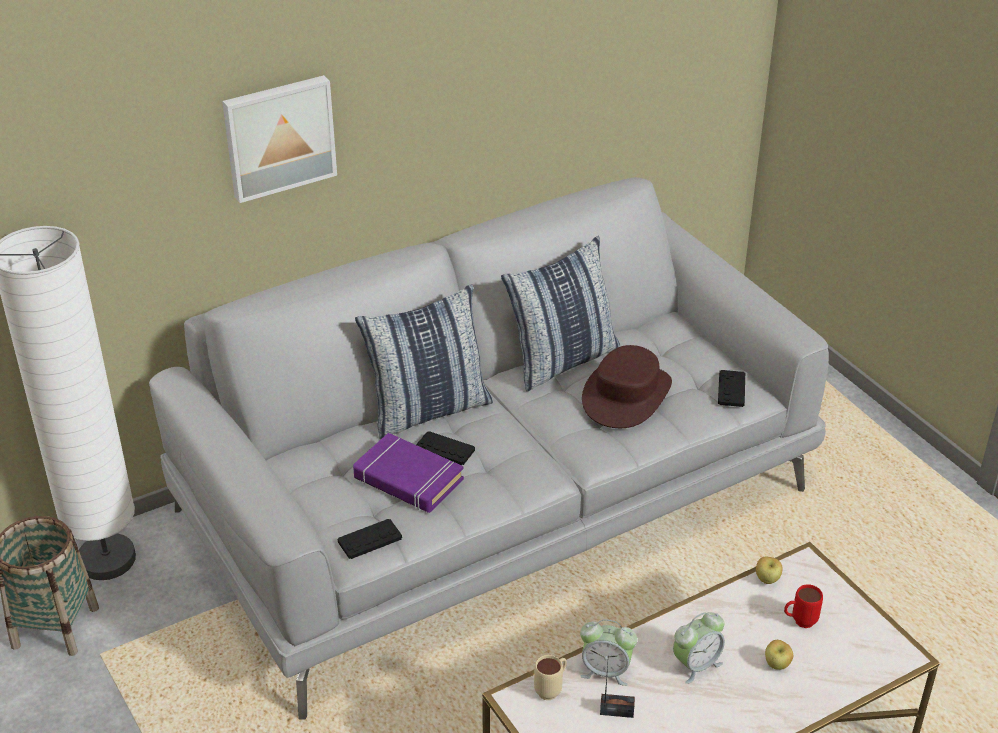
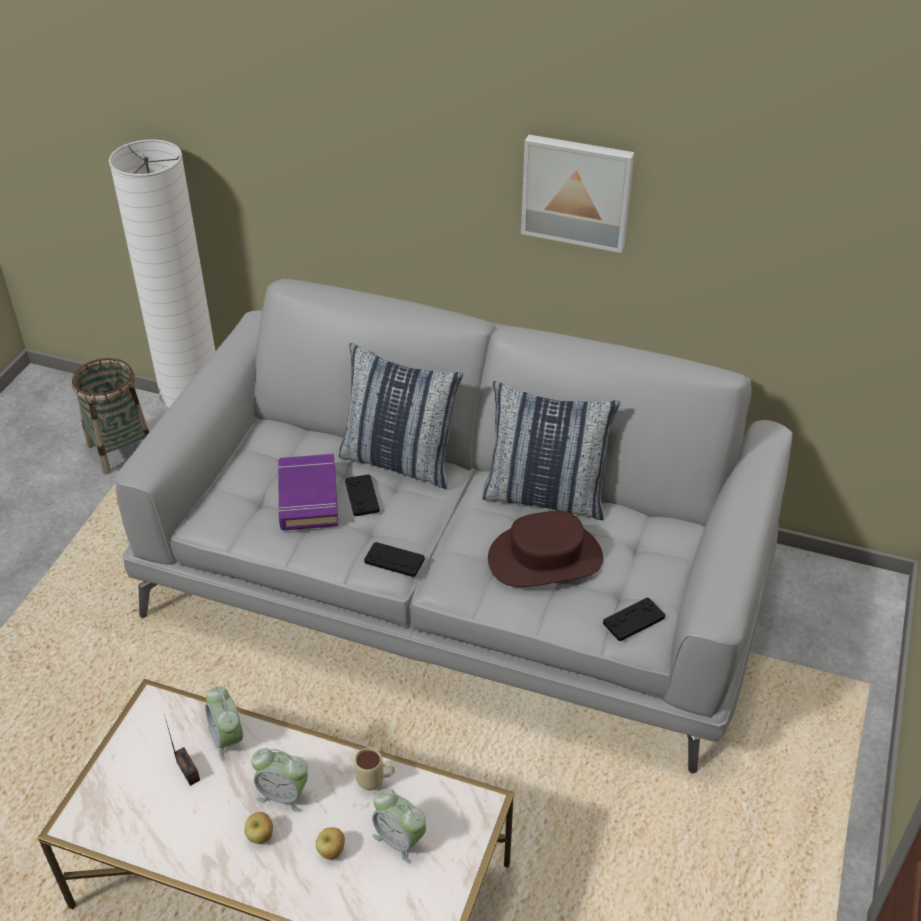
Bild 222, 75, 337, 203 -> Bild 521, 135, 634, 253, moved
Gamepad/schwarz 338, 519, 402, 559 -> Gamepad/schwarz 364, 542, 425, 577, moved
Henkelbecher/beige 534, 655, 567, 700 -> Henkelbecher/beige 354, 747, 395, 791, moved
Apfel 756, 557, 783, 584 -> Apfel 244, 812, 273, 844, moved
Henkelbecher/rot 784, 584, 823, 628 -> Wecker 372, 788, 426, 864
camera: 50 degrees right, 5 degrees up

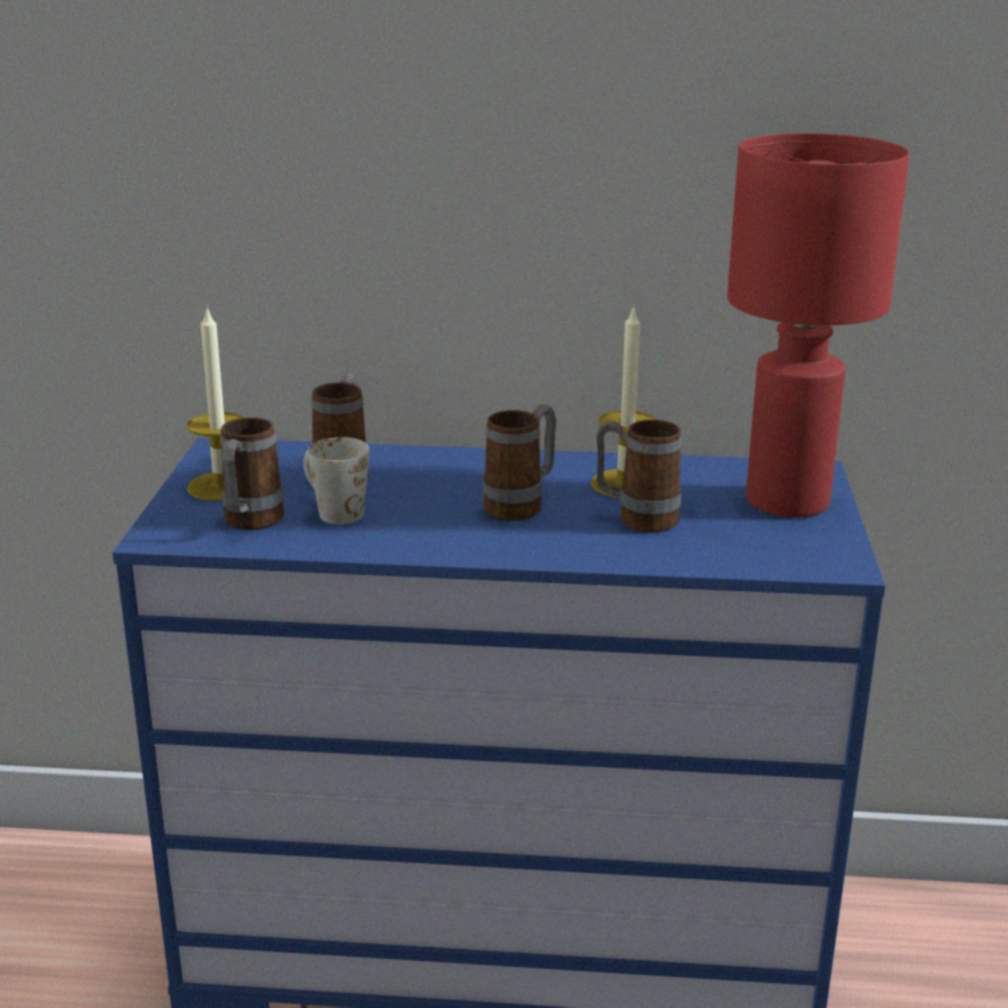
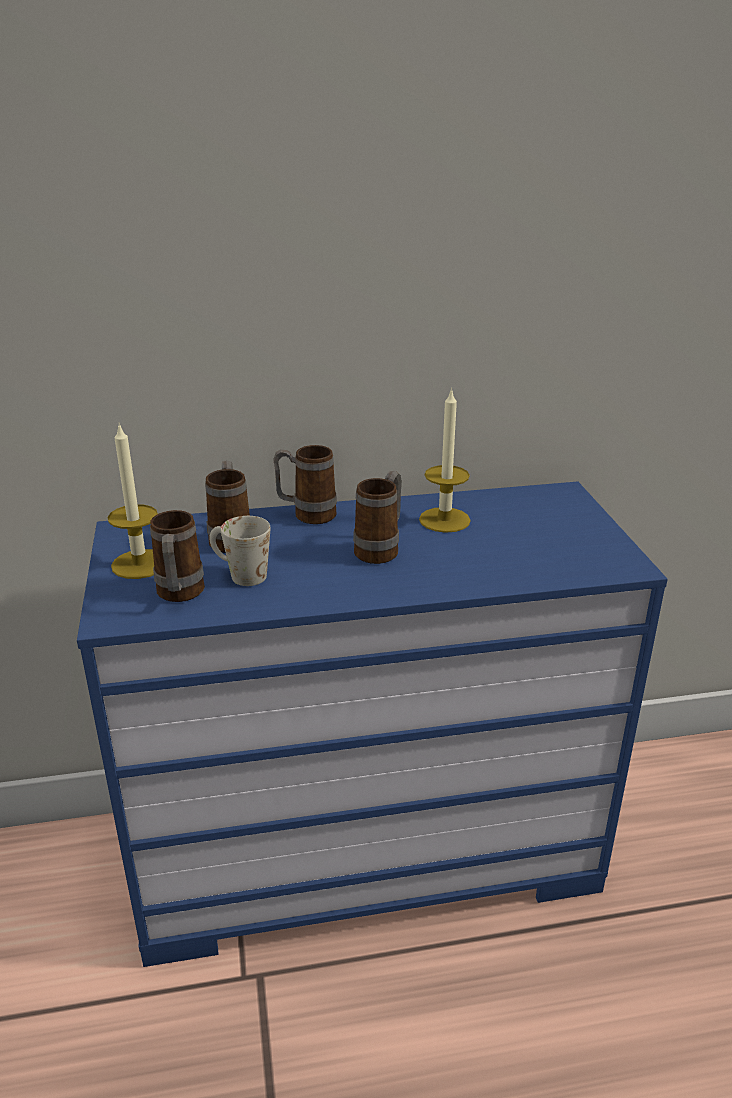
Tischlampe/rot 727, 133, 910, 518 -> none
Henkelbecher 597, 420, 682, 532 -> Henkelbecher 273, 445, 337, 524, moved
camera: 15 degrees left, 5 degrees up

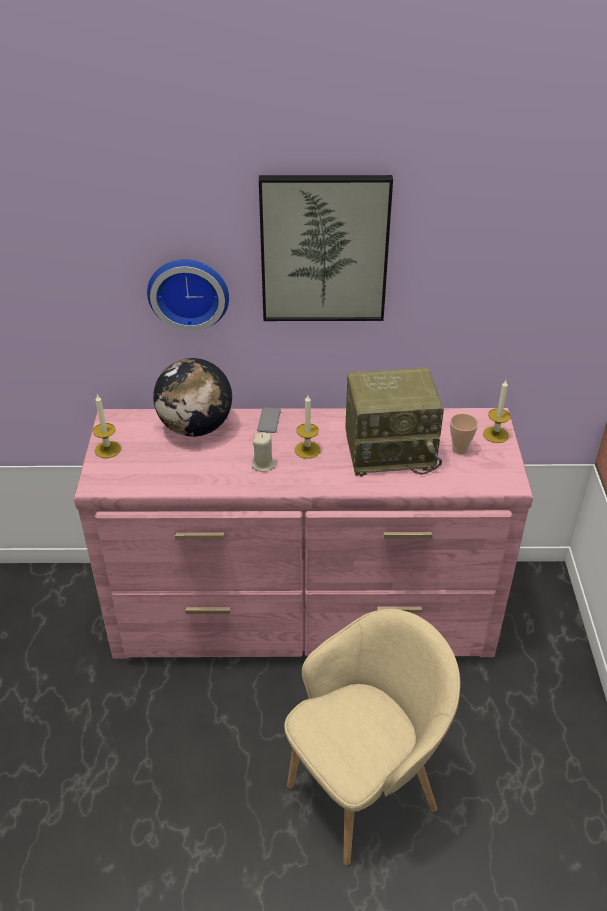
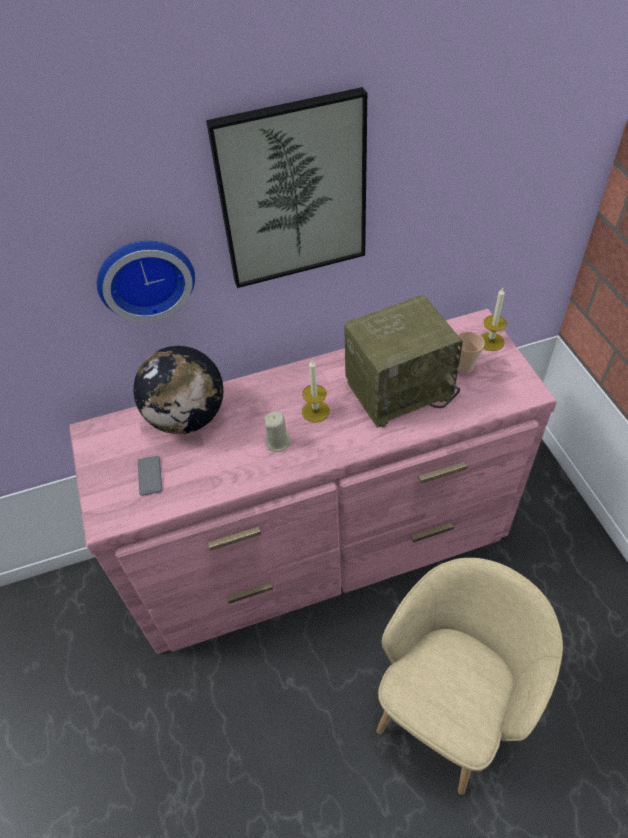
Kerze 93, 395, 121, 458 -> none
Handy 257, 407, 281, 433 -> Handy 138, 455, 162, 496, moved
camera: 15 degrees left, 10 degrees up

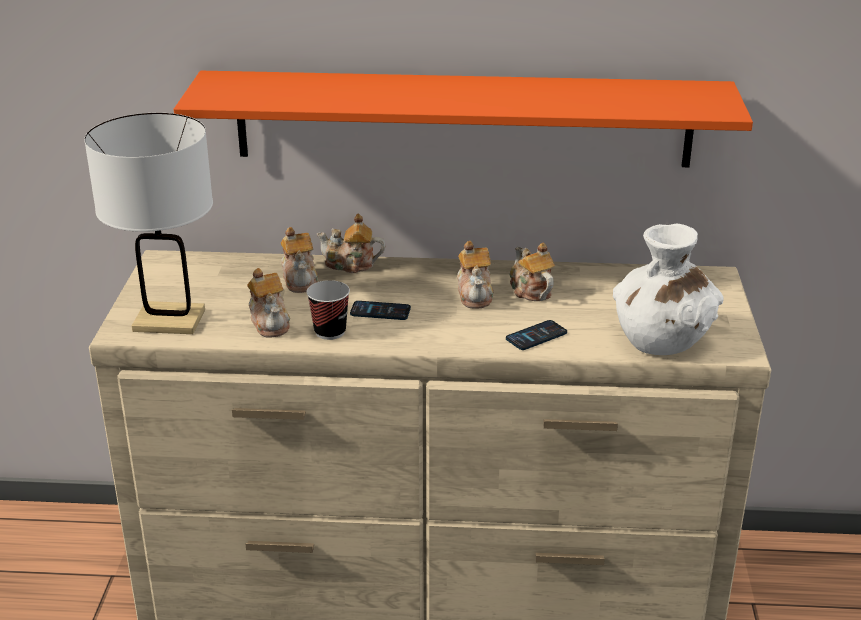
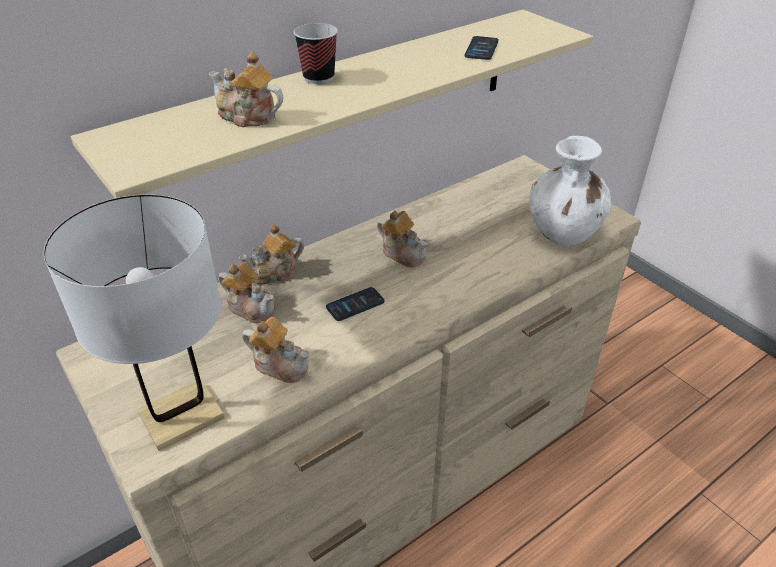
Tasse 306, 280, 350, 340 -> Tasse 294, 23, 338, 84, moved
Handy 506, 320, 567, 350 -> Handy 465, 36, 499, 60, moved
Teekanne 510, 242, 555, 301 -> Teekanne 209, 51, 283, 127, moved
Wandregal/orange 174, 71, 753, 167 -> Wandregal/beige 71, 9, 593, 198
camera: 40 degrees left, 10 degrees up

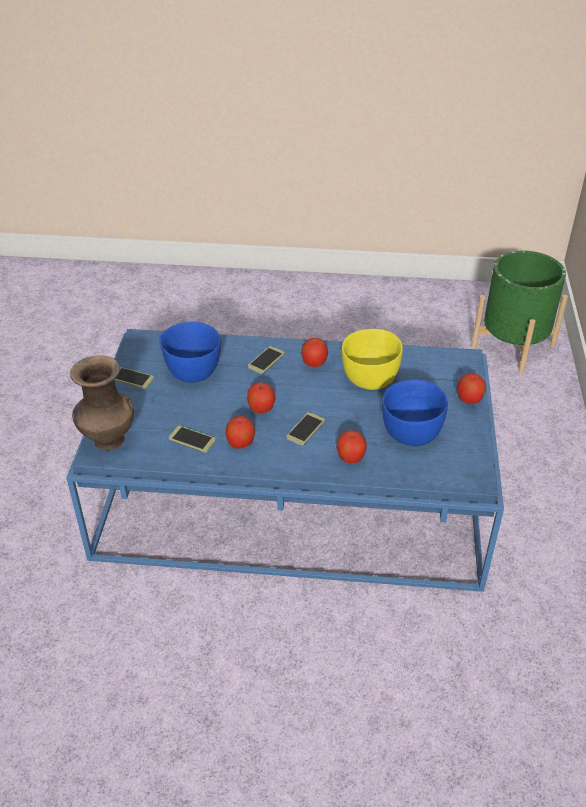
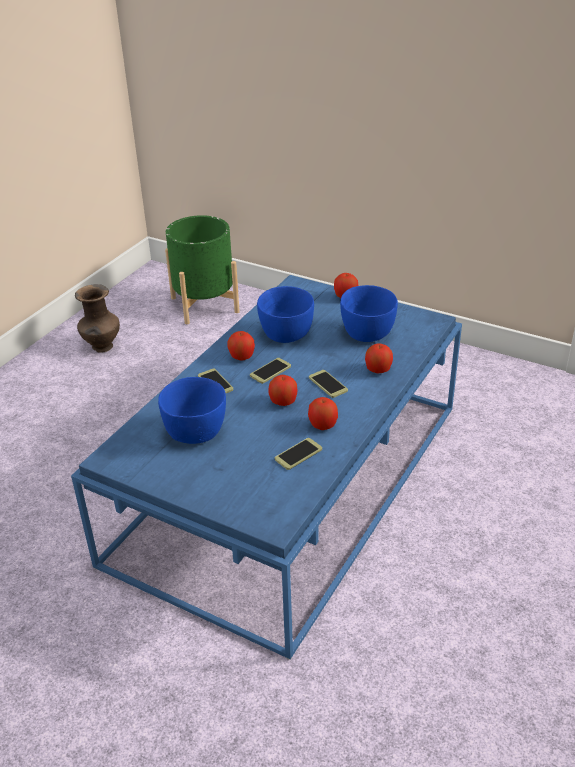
Vase/braun 70, 356, 134, 450 -> Vase/braun 75, 284, 120, 353, moved
Handy 114, 367, 154, 389 -> Handy 250, 358, 291, 384, moved
Schüssel/gelb 342, 329, 403, 390 -> Schüssel/blau 257, 286, 314, 343
camera: 65 degrees left, 5 degrees down

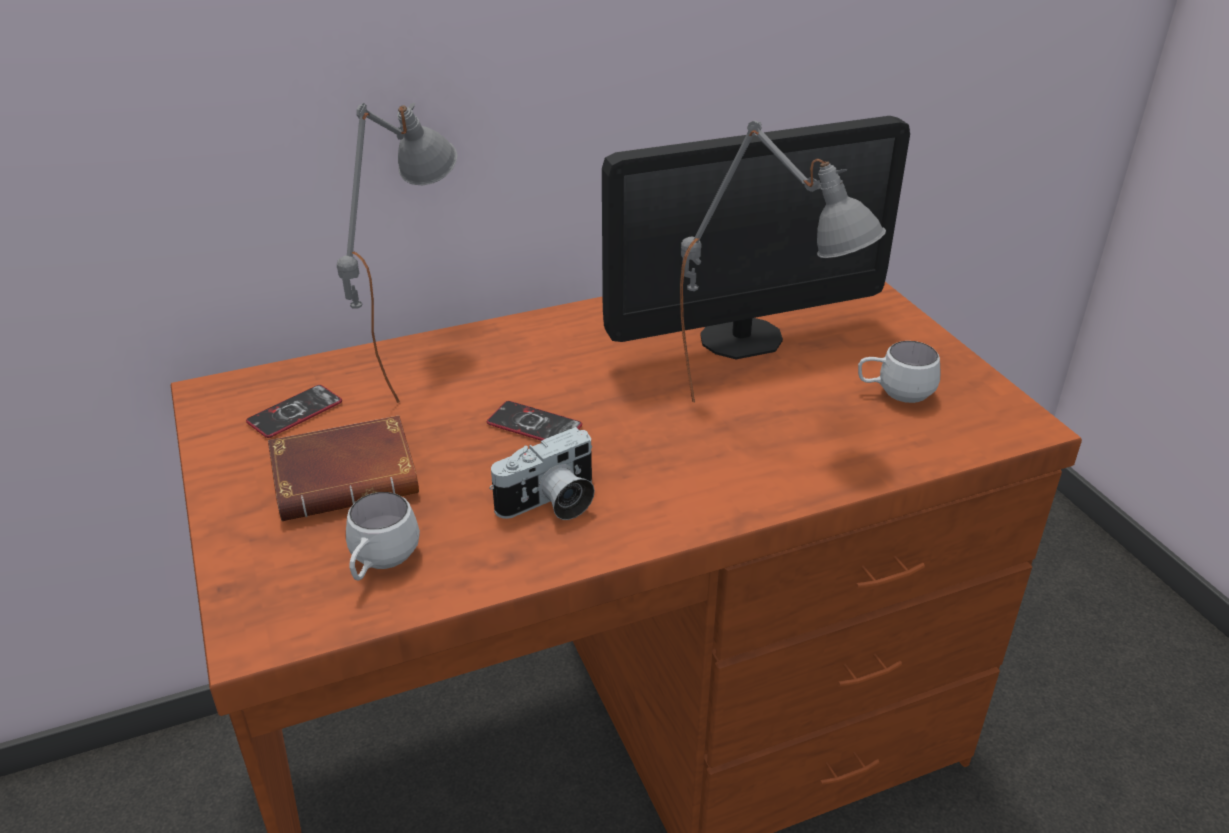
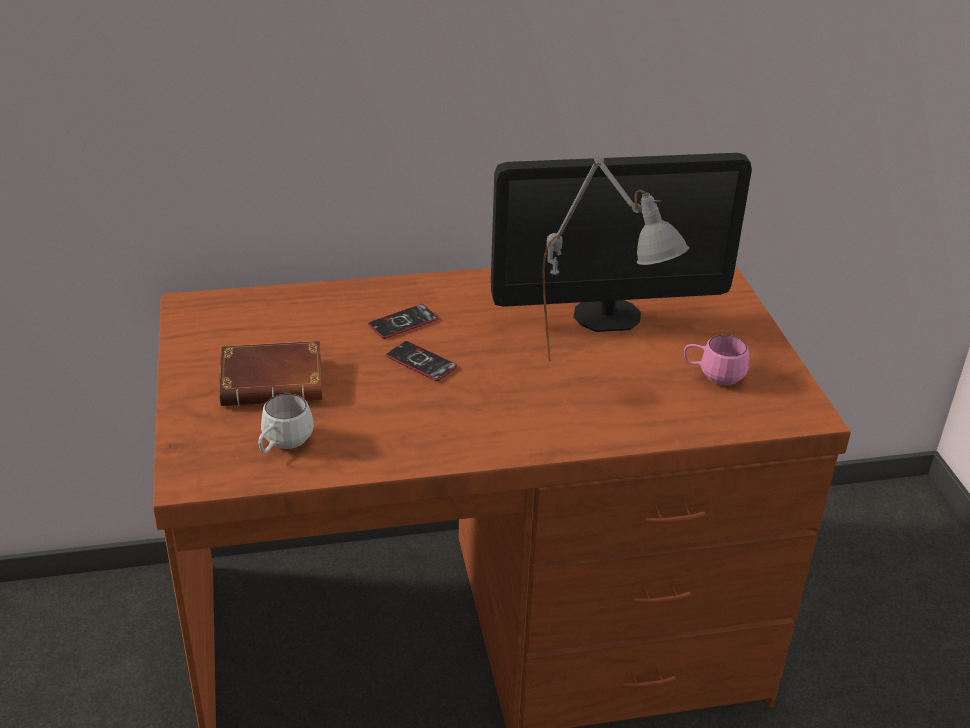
Tischlampe/grau 337, 103, 457, 403 -> none
Kamera 489, 427, 595, 520 -> none
Handy 246, 385, 342, 438 -> Handy 368, 304, 438, 339, moved
Henkelbecher/weiß 858, 341, 941, 403 -> Henkelbecher/rosa 684, 335, 749, 385
camera: 10 degrees right, 0 degrees up

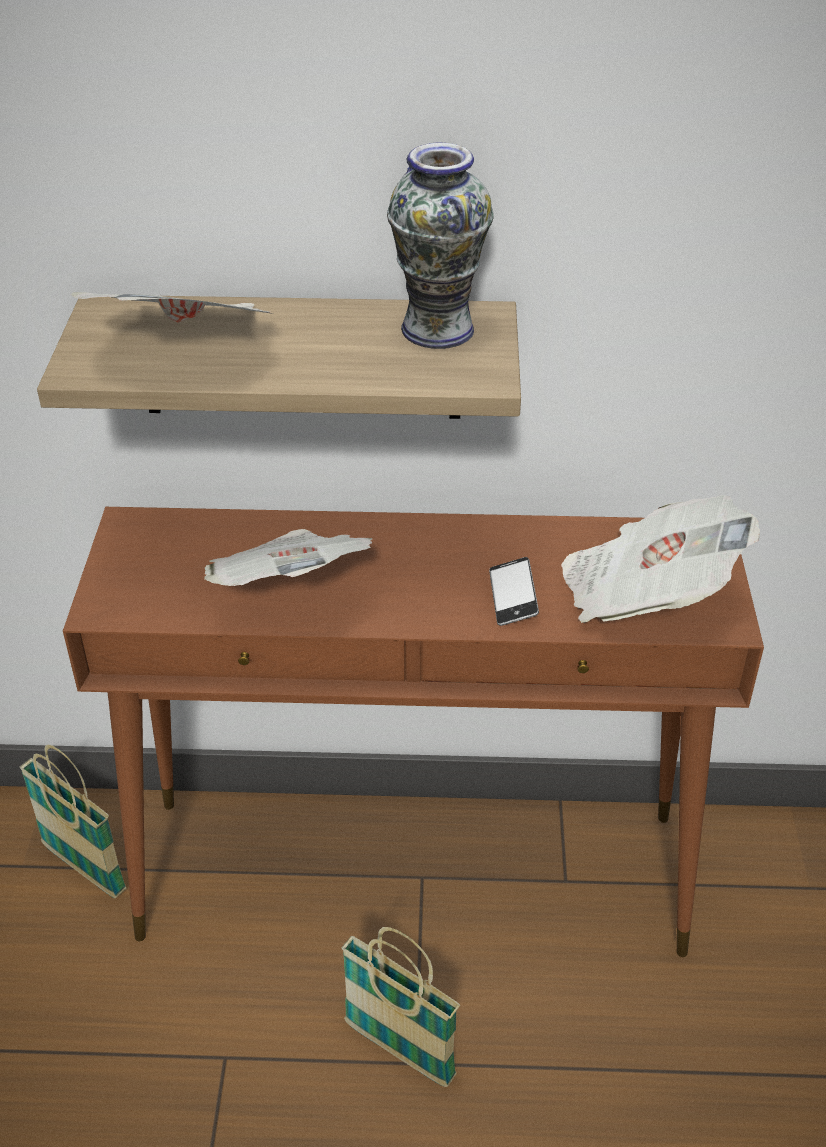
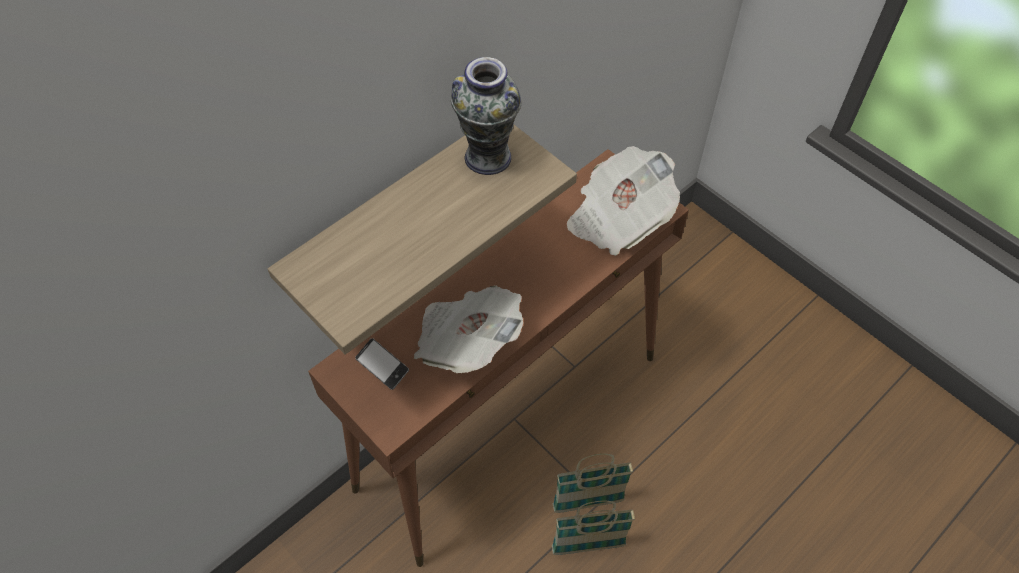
Zeitung 71, 292, 273, 323 -> none
Korb 20, 745, 127, 898 -> Korb 552, 501, 635, 555, moved
Handy 489, 557, 539, 626 -> Handy 355, 338, 409, 390, moved
camera: 45 degrees left, 15 degrees up

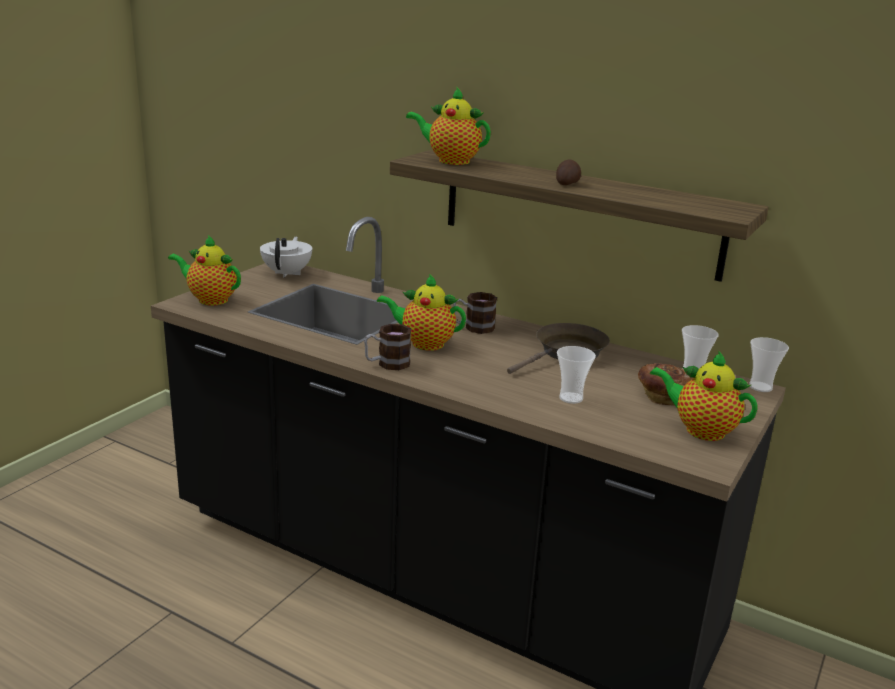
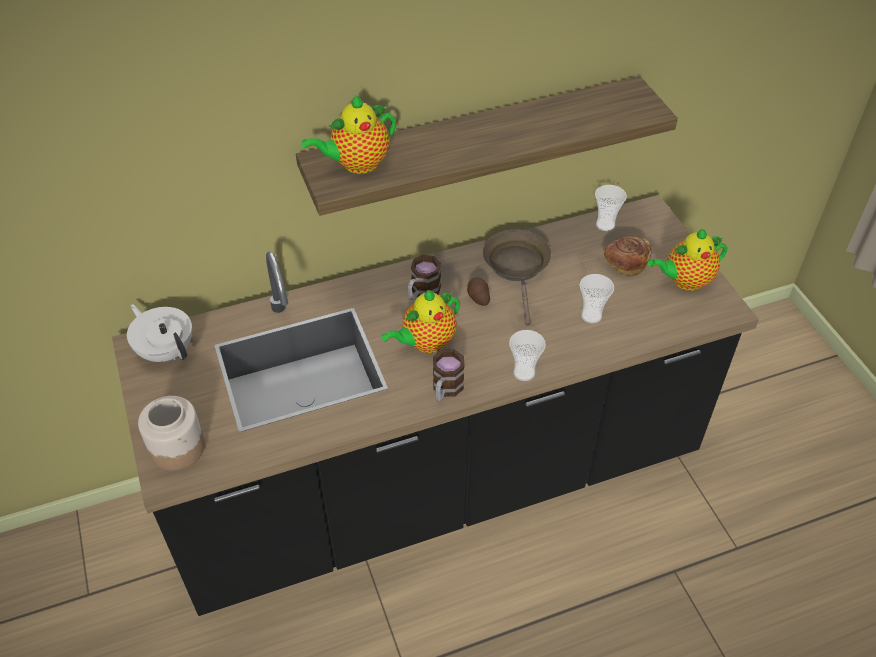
Kartoffel 556, 159, 581, 185 -> Kartoffel 467, 278, 490, 306, moved
Tasse 749, 337, 789, 392 -> Tasse 509, 330, 546, 381, moved
Teekanne 168, 235, 241, 306 -> Vorratsglas 138, 396, 205, 471
camera: 50 degrees left, 25 degrees up

